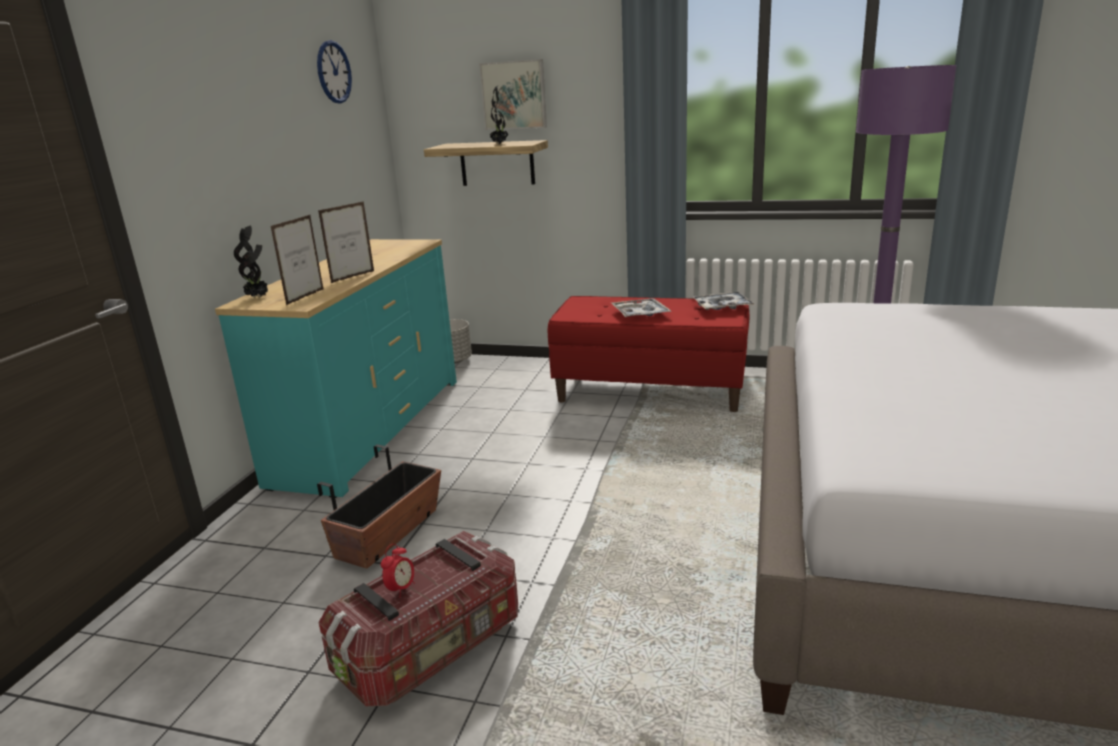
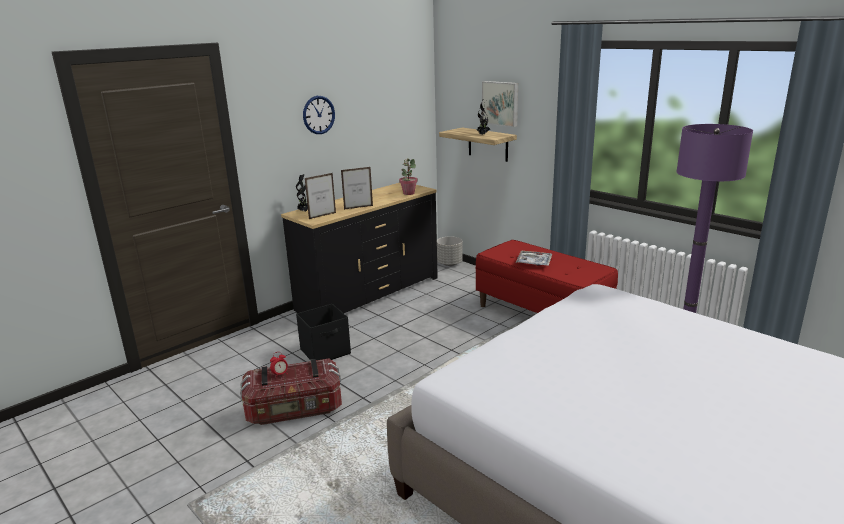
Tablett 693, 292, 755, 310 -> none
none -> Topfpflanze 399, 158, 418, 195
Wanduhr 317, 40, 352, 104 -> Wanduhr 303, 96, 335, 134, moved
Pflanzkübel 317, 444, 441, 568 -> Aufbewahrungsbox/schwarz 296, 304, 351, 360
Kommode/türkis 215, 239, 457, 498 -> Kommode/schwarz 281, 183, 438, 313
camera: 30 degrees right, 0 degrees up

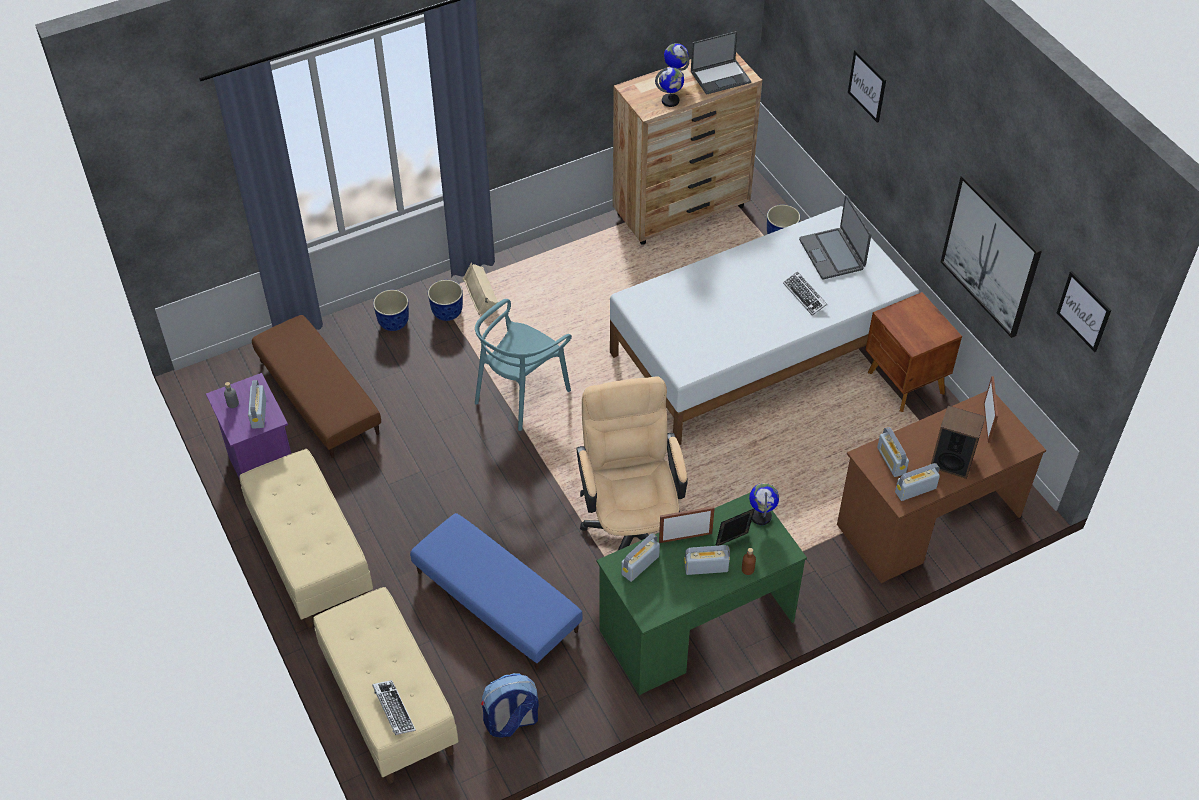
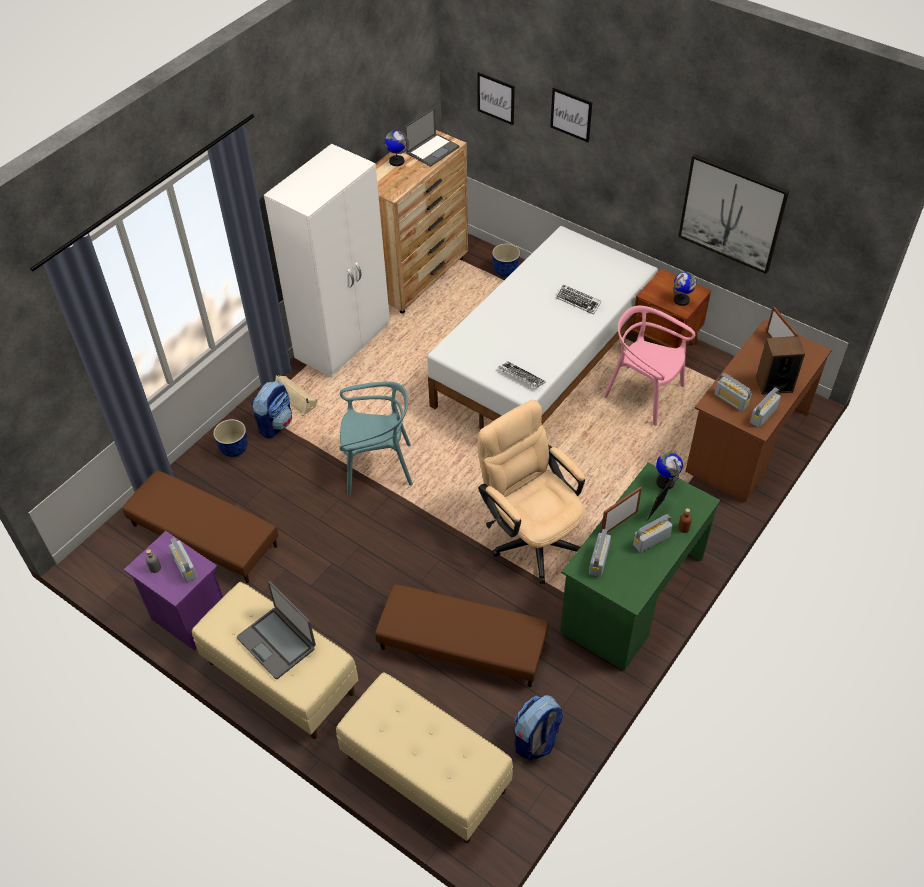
none -> Kleiderschrank/weiß 264, 144, 390, 378
none -> Stuhl/rosa 604, 306, 695, 426
Tastatur 372, 680, 416, 735 -> Tastatur 499, 361, 546, 387, moved
Globus 655, 67, 684, 107 -> Globus 673, 272, 697, 306, moved
Laptop 799, 195, 871, 279 -> Laptop 237, 581, 316, 679, moved
Bild 1057, 271, 1111, 352 -> Bild 477, 72, 515, 125, moved
Pflanzkübel 428, 280, 463, 321 -> Rucksack 251, 381, 292, 439
Polsterhocker/blau 410, 513, 583, 670 -> Polsterhocker/braun 375, 584, 549, 687
Stuhl/türkis 475, 299, 572, 431 -> Stuhl/türkis 339, 381, 413, 495, 105 degrees counterclockwise
camera: 25 degrees left, 0 degrees up

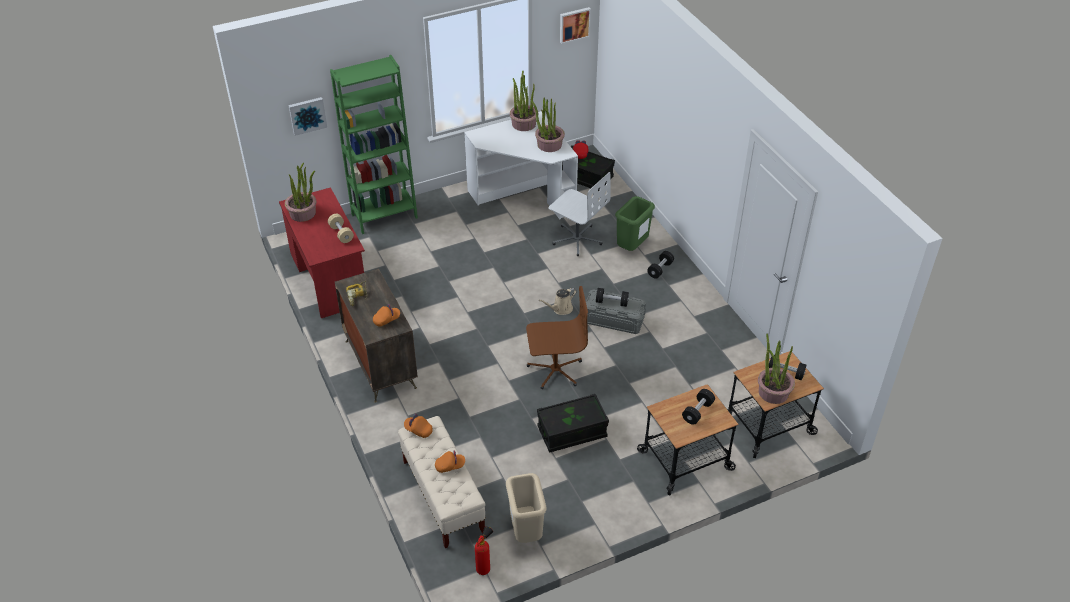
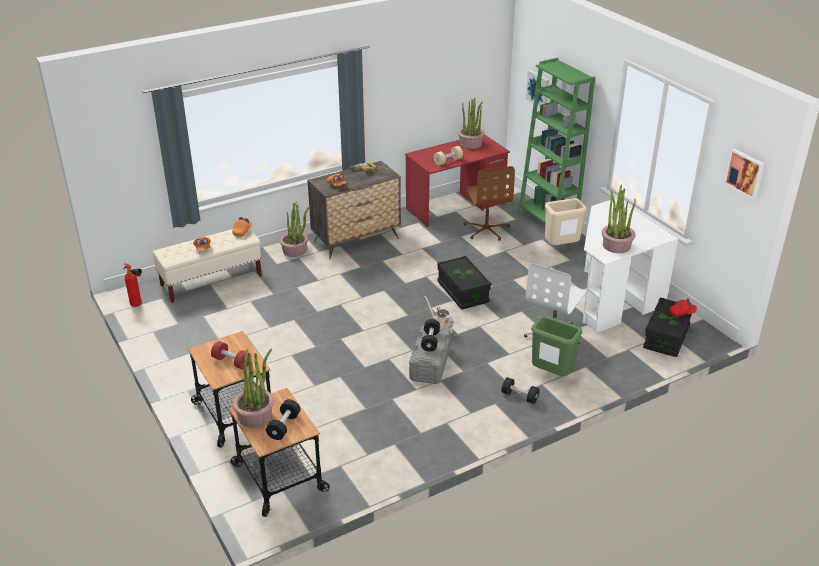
Mülleimer/beige 506, 473, 547, 543 -> Mülleimer/beige 545, 198, 587, 245, moved
Topfpflanze 510, 71, 536, 131 -> Topfpflanze 279, 202, 310, 257, moved
Bürostuhl/braun 526, 286, 588, 389 -> Bürostuhl/braun 463, 166, 515, 241, moved
Aufbewahrungsbox/schwarz 537, 394, 609, 453 -> Aufbewahrungsbox/schwarz 437, 256, 491, 310, moved
Hantel/schwarz 682, 389, 715, 425 -> Hantel/rot 211, 341, 249, 370
camera: 85 degrees right, 10 degrees down

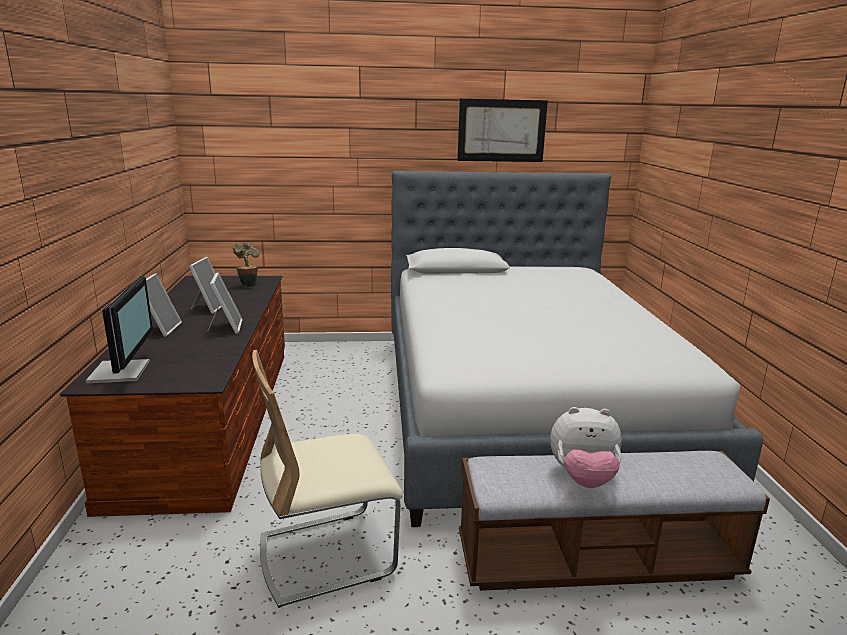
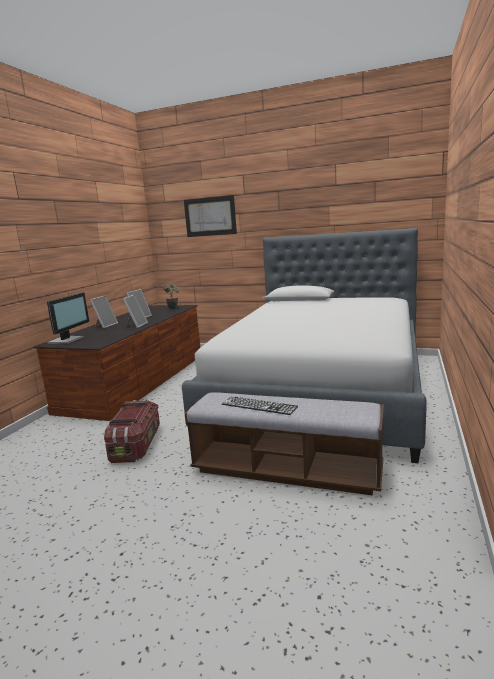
Bild 457, 99, 548, 162 -> Bild 184, 195, 237, 237, moved
Stuhl/beige 252, 350, 403, 608 -> Aufbewahrungsbox 104, 399, 160, 463
Plüschtier 550, 407, 622, 488 -> Tastatur 222, 396, 298, 415
camera: 25 degrees right, 5 degrees down

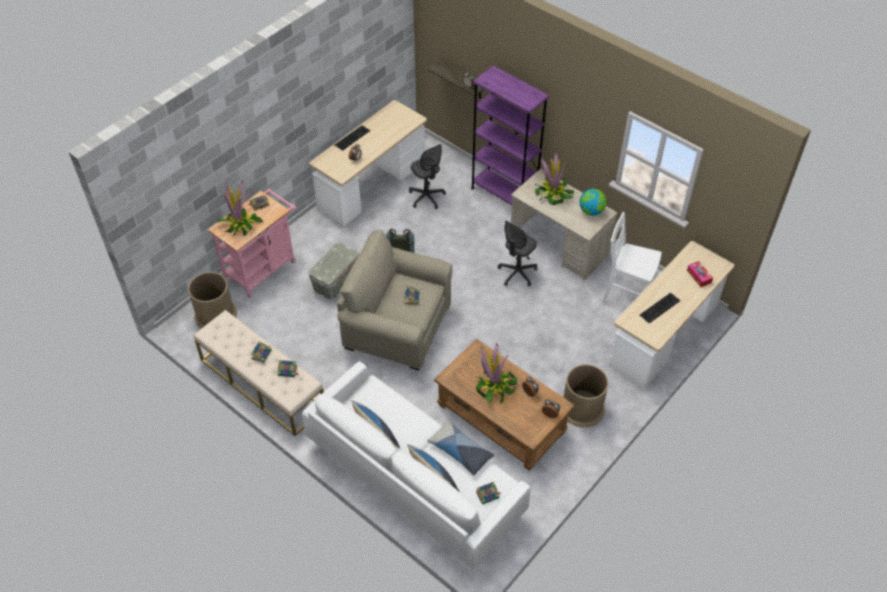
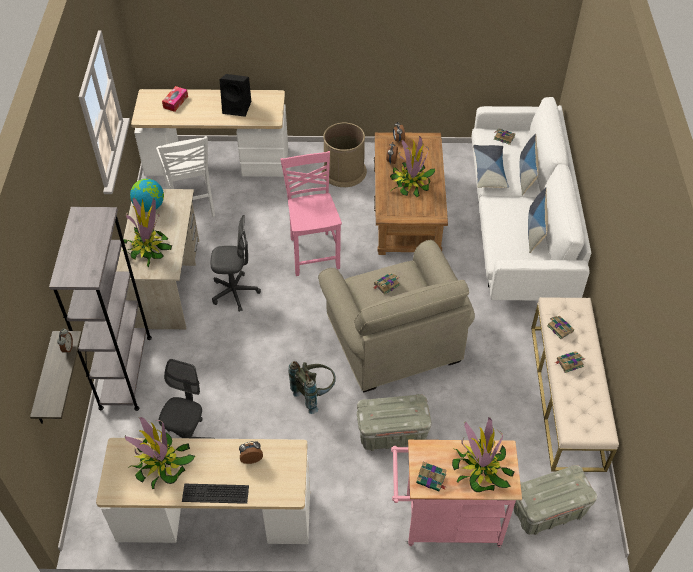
none -> Topfpflanze 125, 417, 195, 489
none -> Stuhl/rosa 280, 151, 342, 276
Mülleimer/braun 188, 272, 237, 329 -> Aufbewahrungsbox/grau 514, 465, 597, 535
Tastatur 640, 292, 681, 324 -> Lautsprecher/schwarz 220, 74, 251, 117
Bücherregal/lila 471, 66, 549, 205 -> Bücherregal/grau 49, 207, 152, 411
camera: 130 degrees left, 0 degrees up

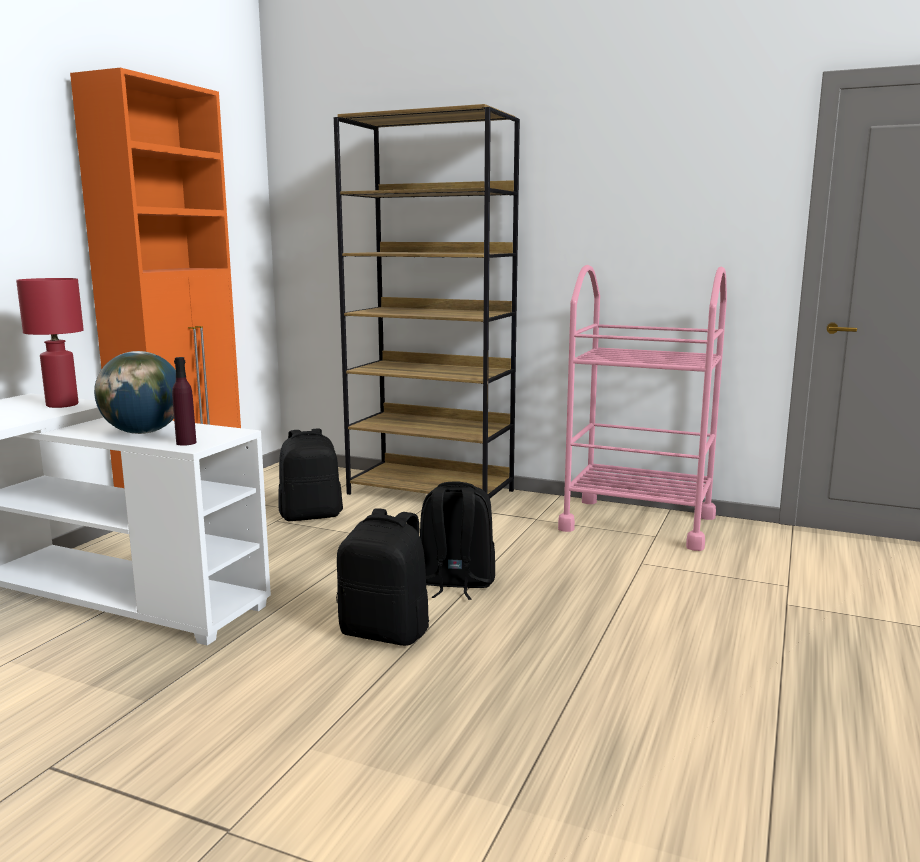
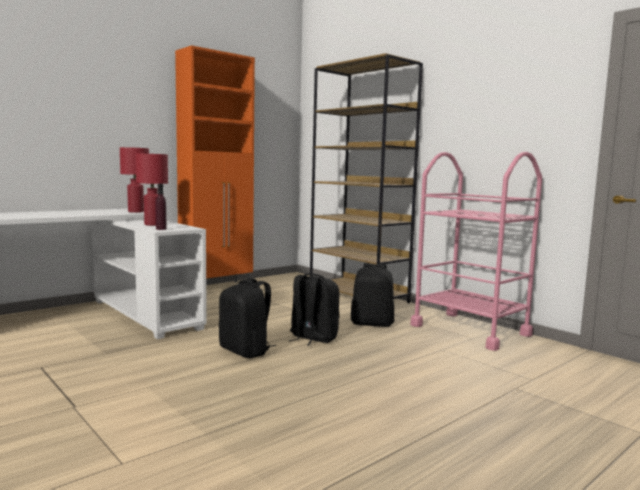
Rucksack/schwarz 278, 428, 343, 521 -> Rucksack/schwarz 351, 263, 394, 327, moved
Globus 94, 351, 176, 434 -> Tischlampe/rot 135, 153, 168, 226
camera: 25 degrees right, 5 degrees down

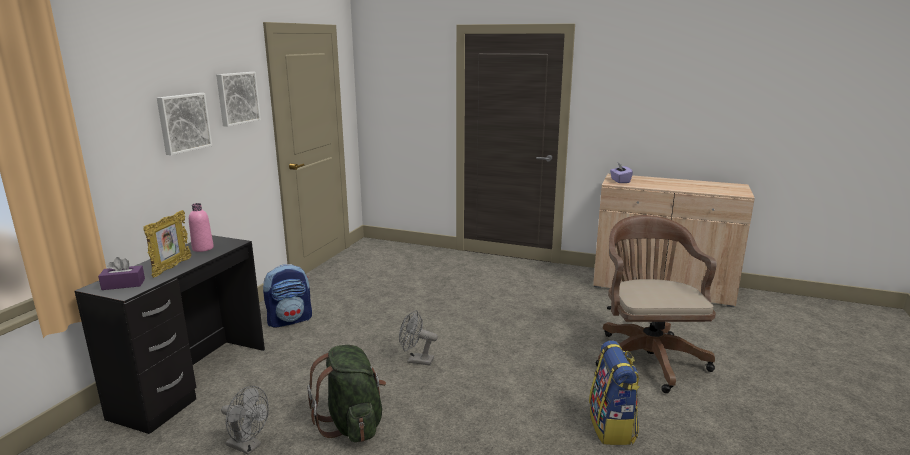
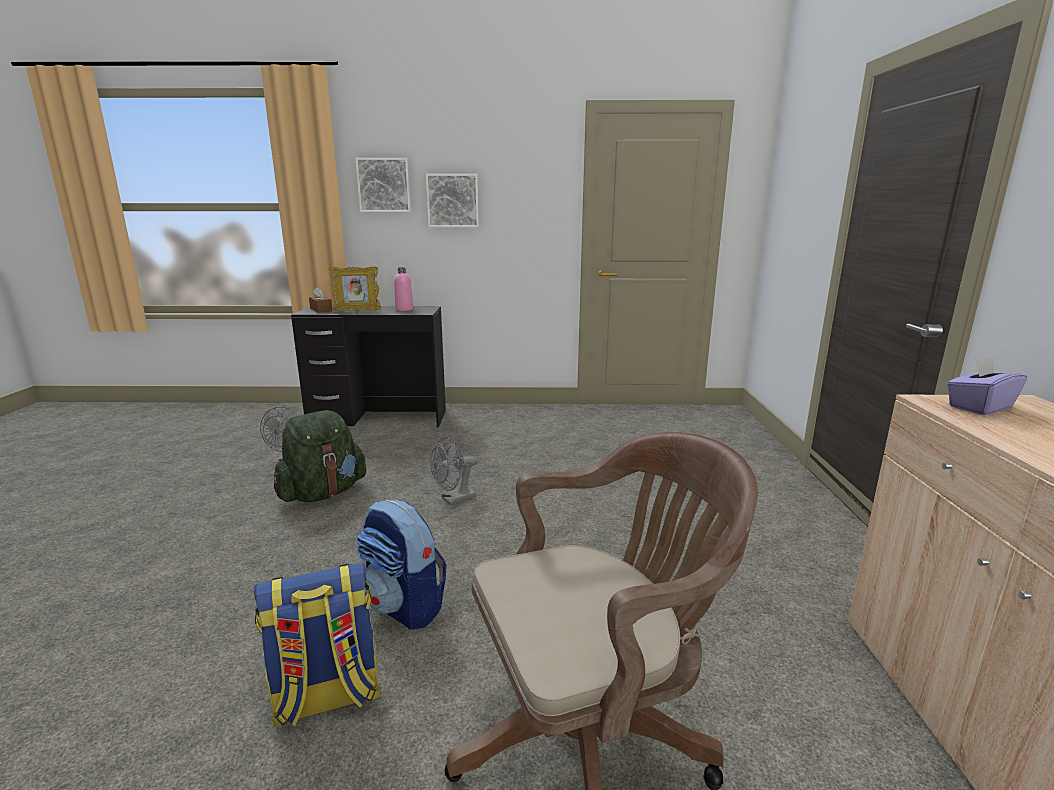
Bild 216, 72, 261, 127 -> Bild 355, 158, 411, 212, moved
Rucksack 263, 264, 312, 328 -> Rucksack 356, 500, 447, 630, moved
Taschentuchbox/lila 98, 257, 145, 290 -> Taschentuchbox/braun 309, 287, 333, 313
Ventilator/grau 399, 310, 438, 366 -> Ventilator/grau 430, 437, 478, 505, 120 degrees counterclockwise
camera: 70 degrees right, 0 degrees up

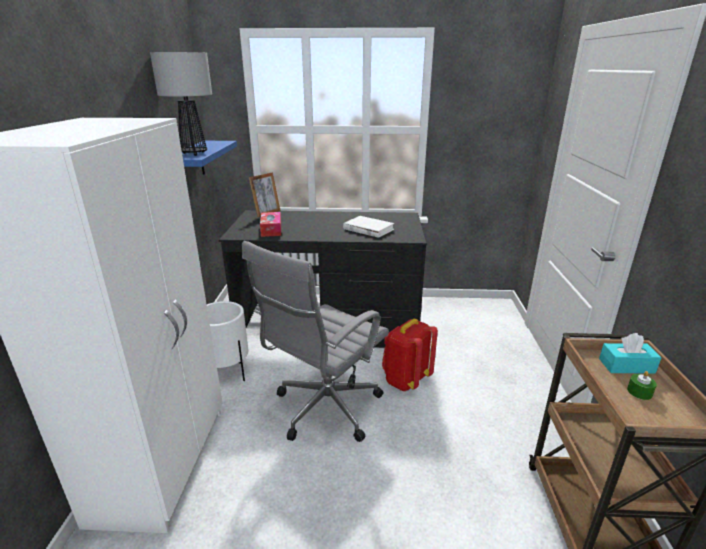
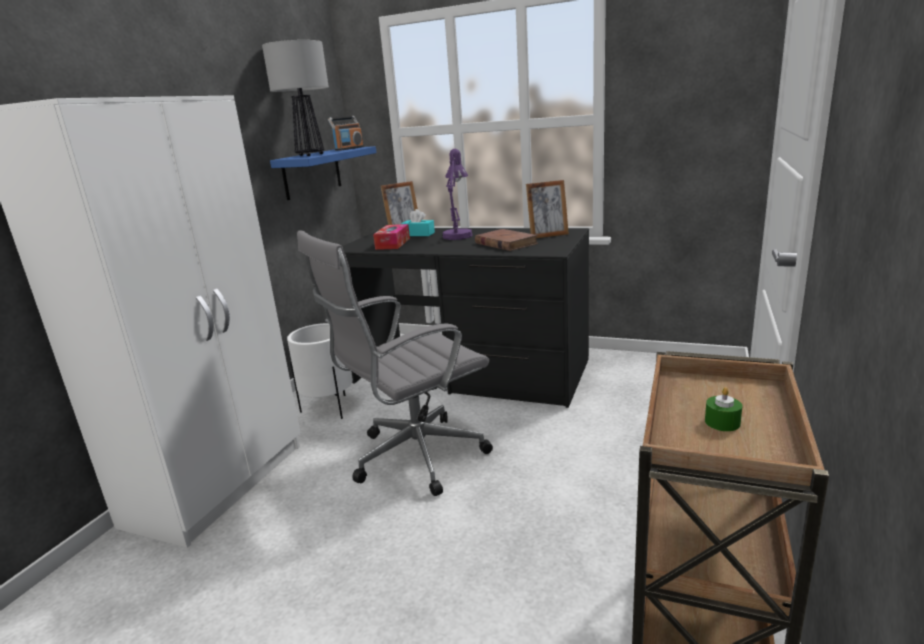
Rucksack/rot 382, 319, 438, 391 -> none
none -> Radio 328, 116, 364, 151
none -> Tischlampe/lila 442, 149, 473, 240
none -> Bilderrahmen 526, 180, 569, 238
Taschentuchbox/türkis 599, 333, 662, 374 -> Taschentuchbox/türkis 401, 209, 435, 236, moved
Buch/weiß 343, 216, 394, 238 -> Buch/braun 475, 229, 538, 251
camera: 20 degrees right, 5 degrees down

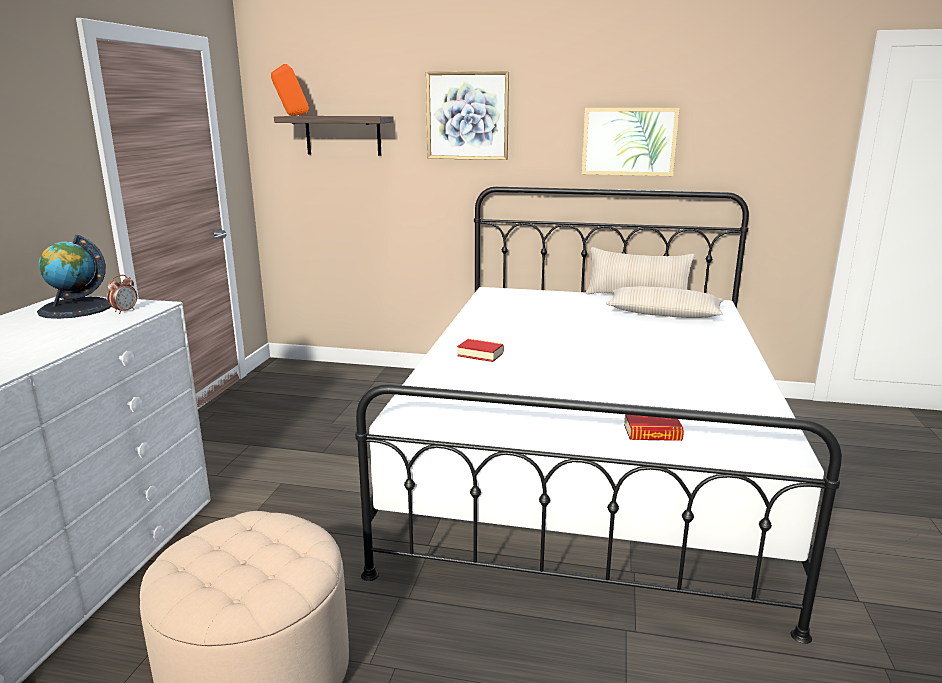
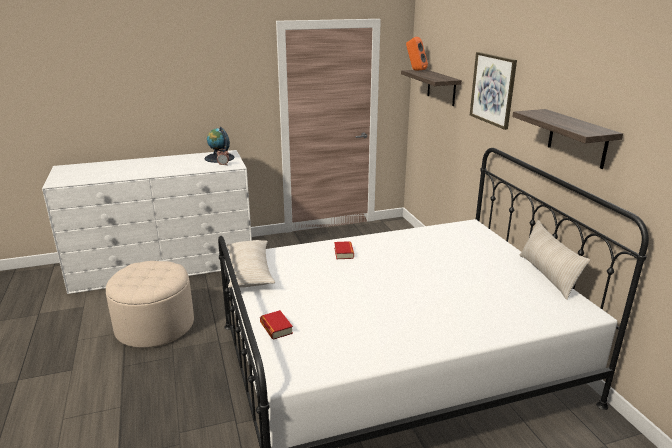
Kissen/beige 606, 286, 723, 318 -> Kissen/beige 227, 240, 275, 288, moved
Bild 582, 108, 680, 176 -> Wandregal 512, 109, 623, 169
camera: 60 degrees right, 5 degrees up

